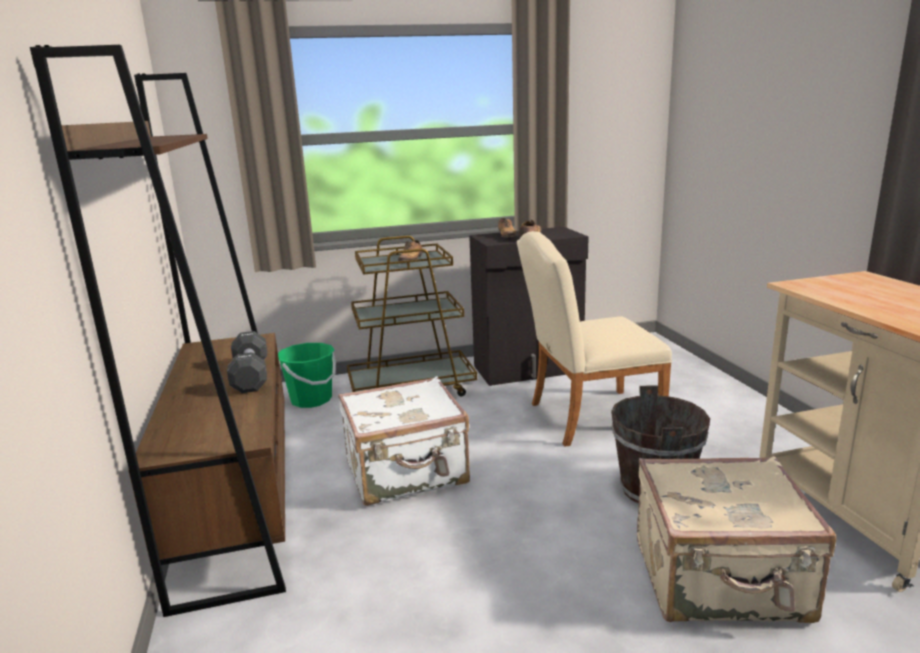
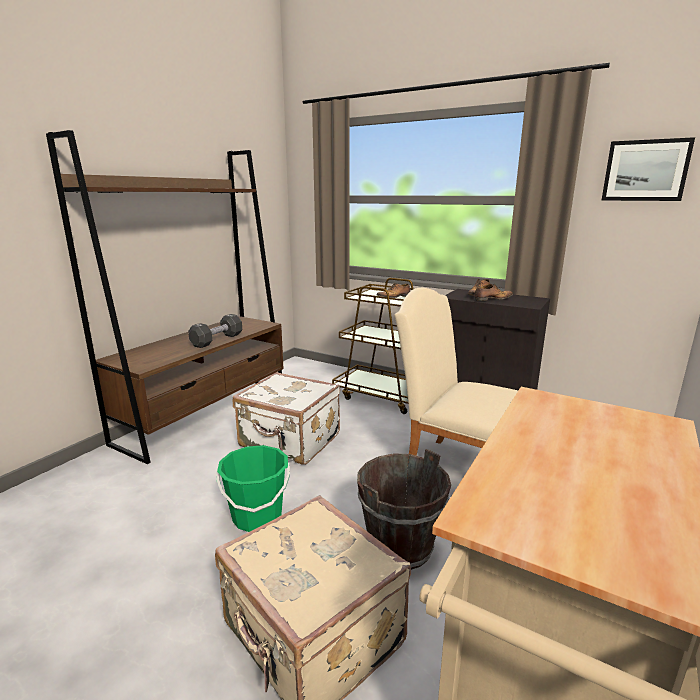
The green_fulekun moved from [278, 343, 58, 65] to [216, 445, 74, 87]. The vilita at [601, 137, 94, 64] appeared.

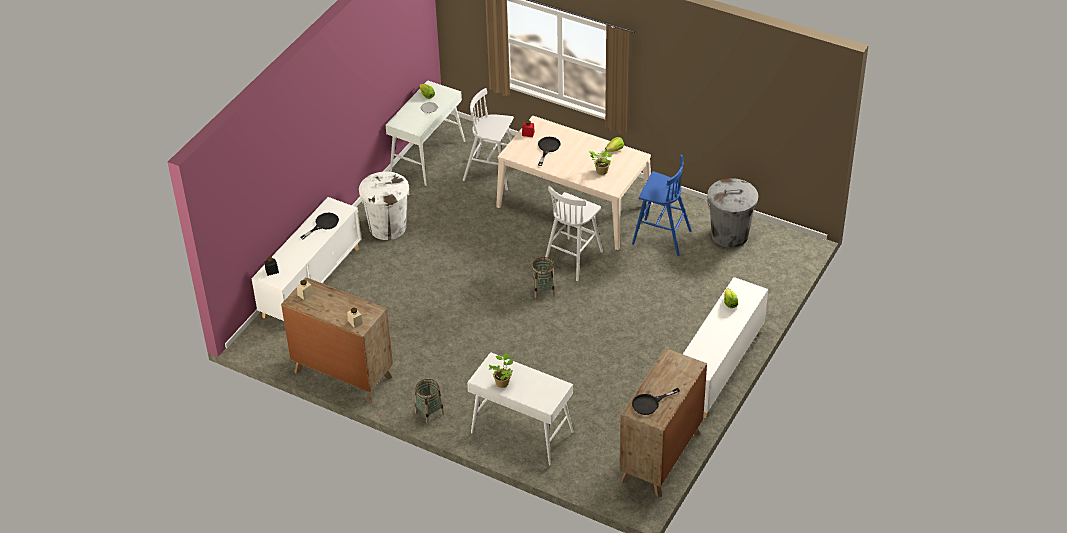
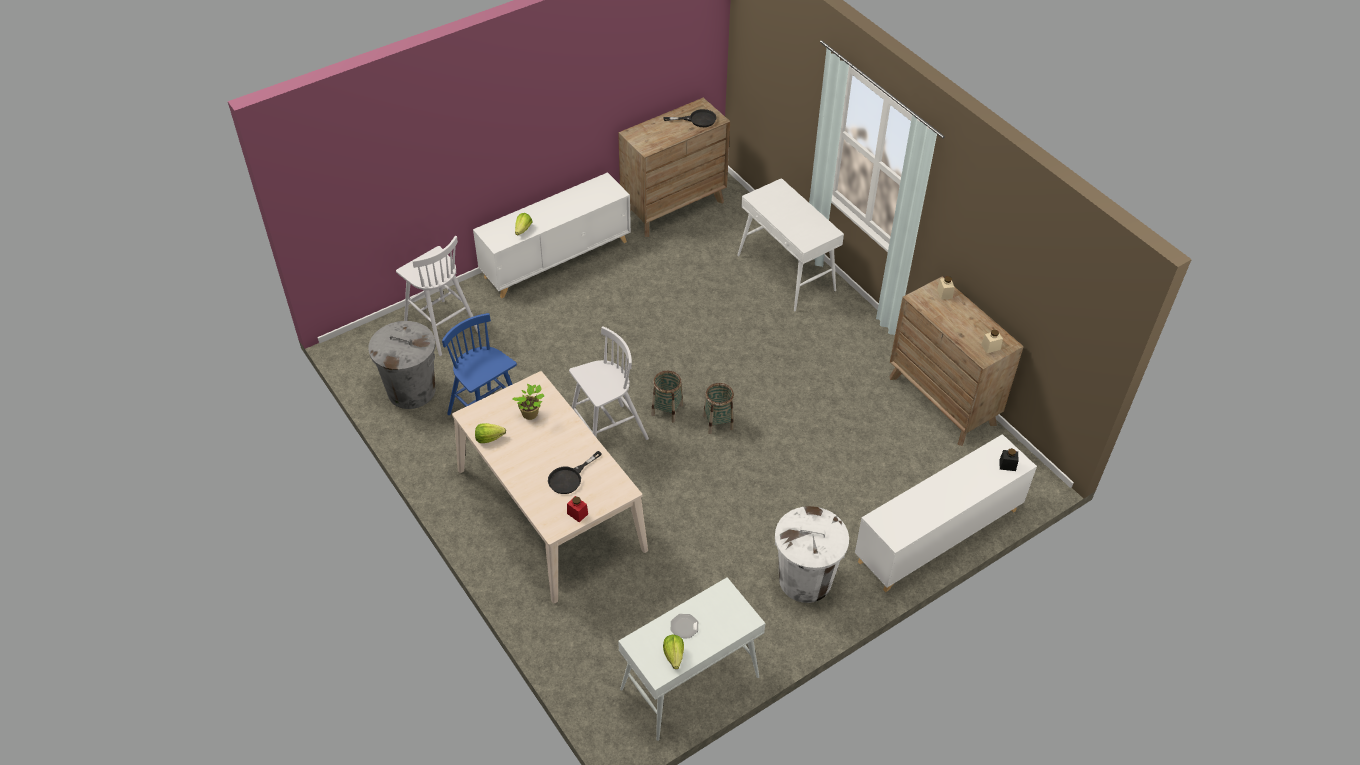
The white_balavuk moved from [463, 88, 51, 103] to [396, 236, 84, 120]. The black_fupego at [300, 213, 39, 26] disappeared. The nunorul at [489, 353, 24, 35] disappeared. The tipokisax moved from [415, 379, 29, 45] to [703, 383, 31, 51].

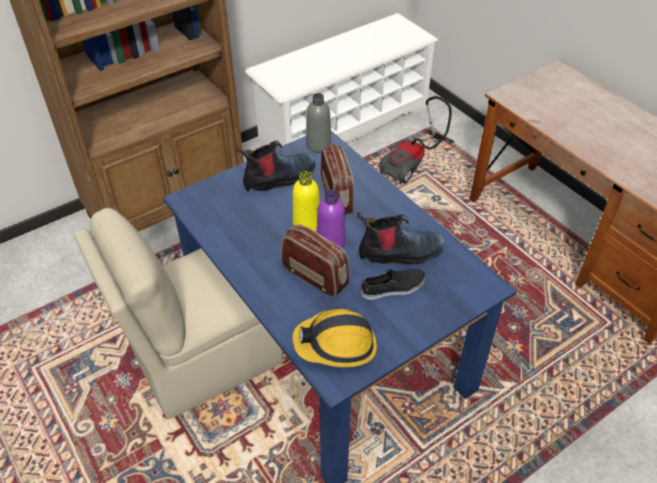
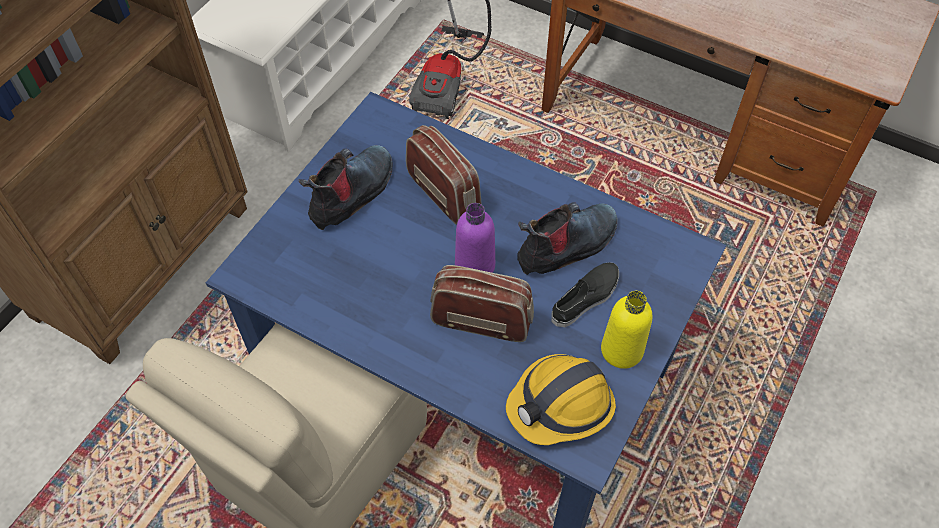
The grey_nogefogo at [306, 93, 25, 60] disappeared. The yellow_nogefogo moved from [293, 171, 27, 61] to [601, 291, 52, 78].

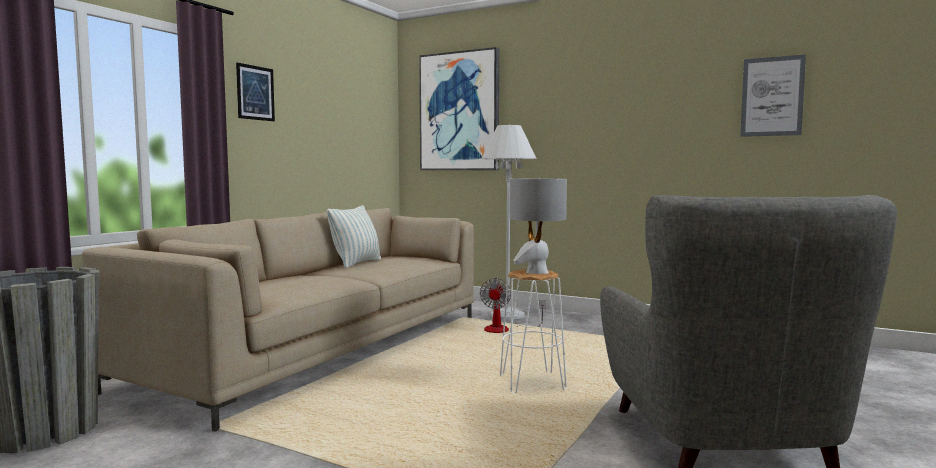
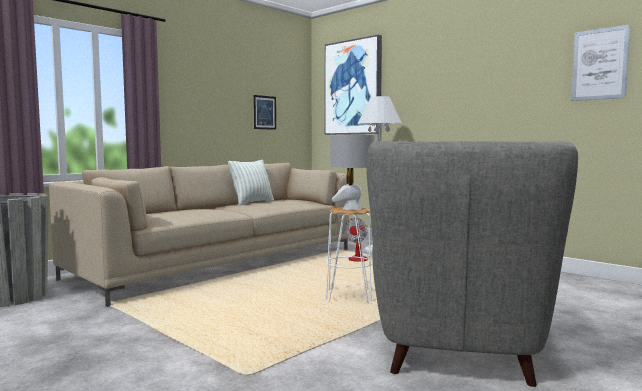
The vilita moved from [236, 63, 39, 58] to [253, 95, 23, 35].

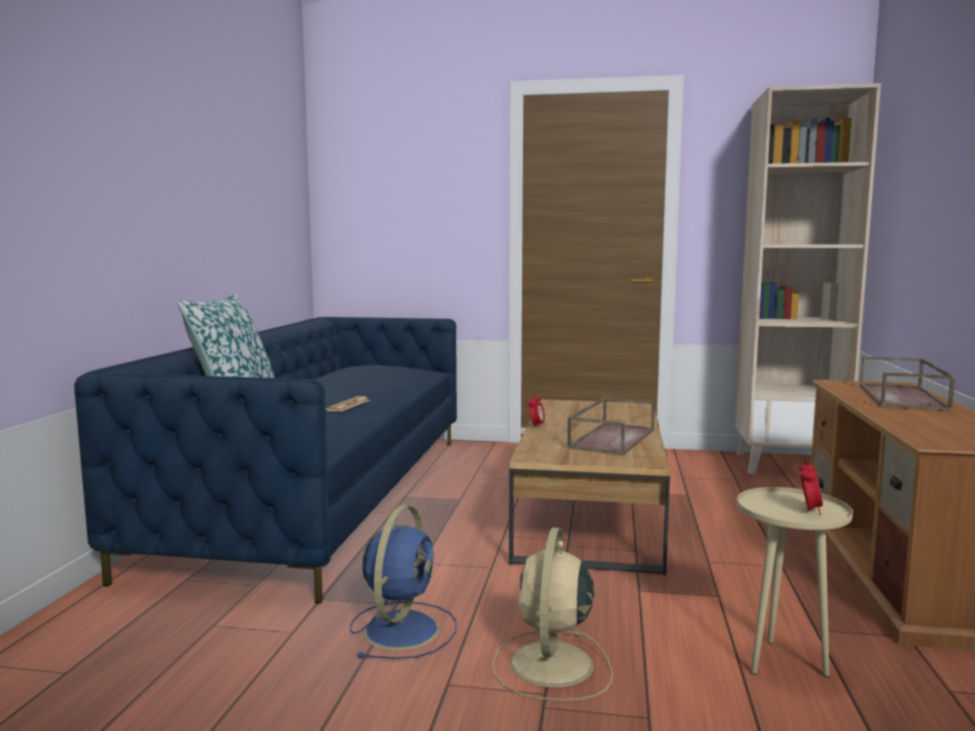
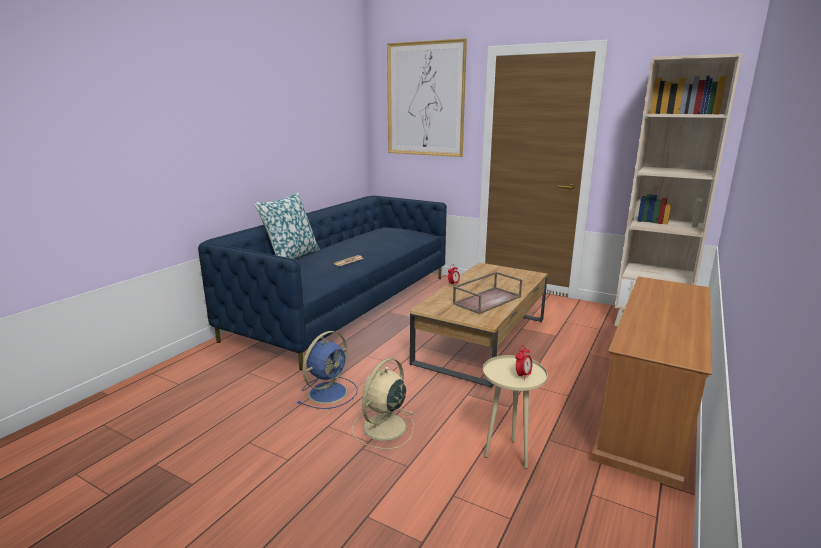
The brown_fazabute at [860, 356, 95, 55] disappeared. The vilita at [387, 38, 80, 119] appeared.

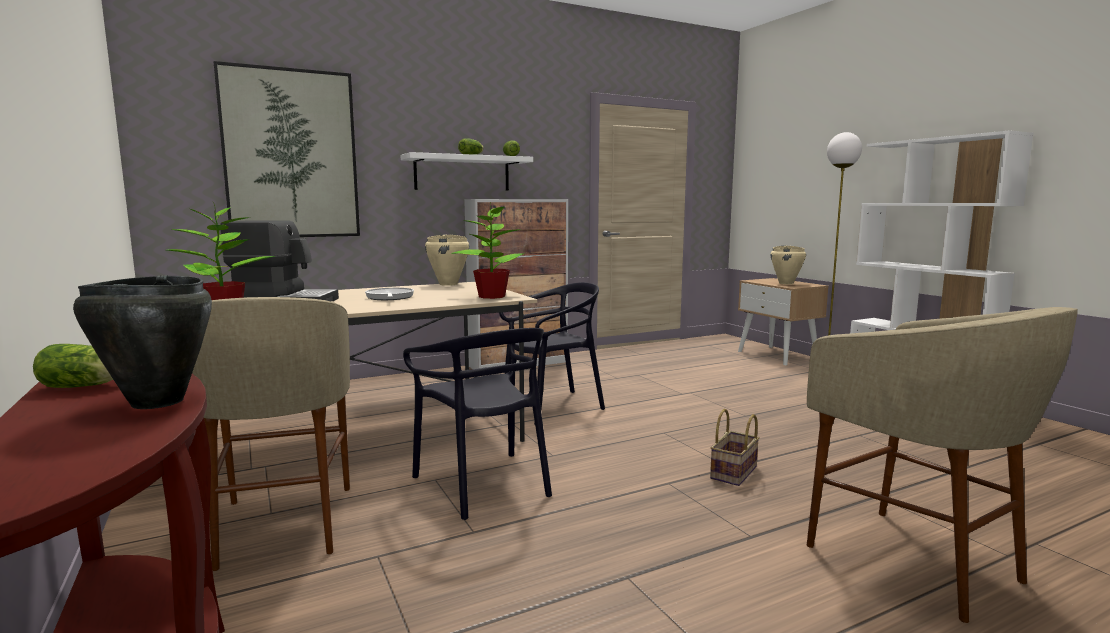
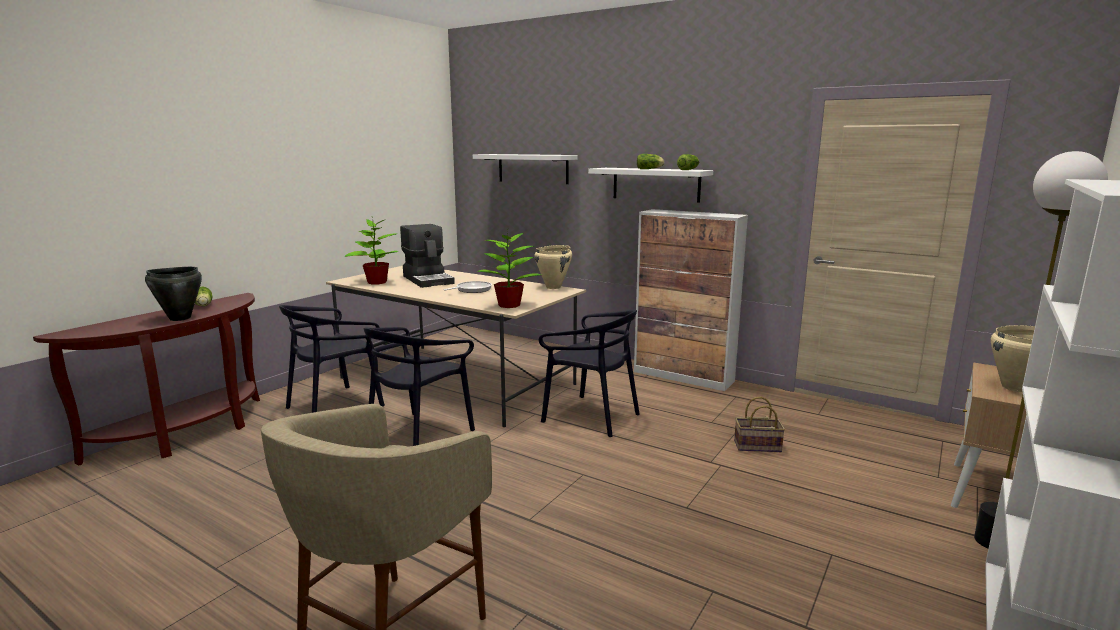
The vilita at [213, 61, 147, 176] was replaced by the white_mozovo at [473, 154, 105, 30]. The beige_balavuk at [192, 297, 158, 274] was replaced by the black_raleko at [279, 305, 106, 108]. The tipokisax moved from [710, 409, 50, 77] to [734, 397, 51, 55].

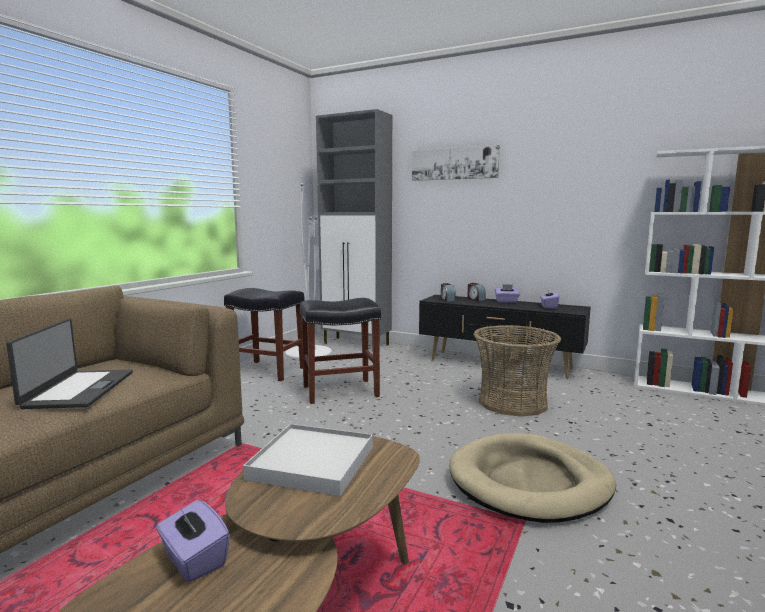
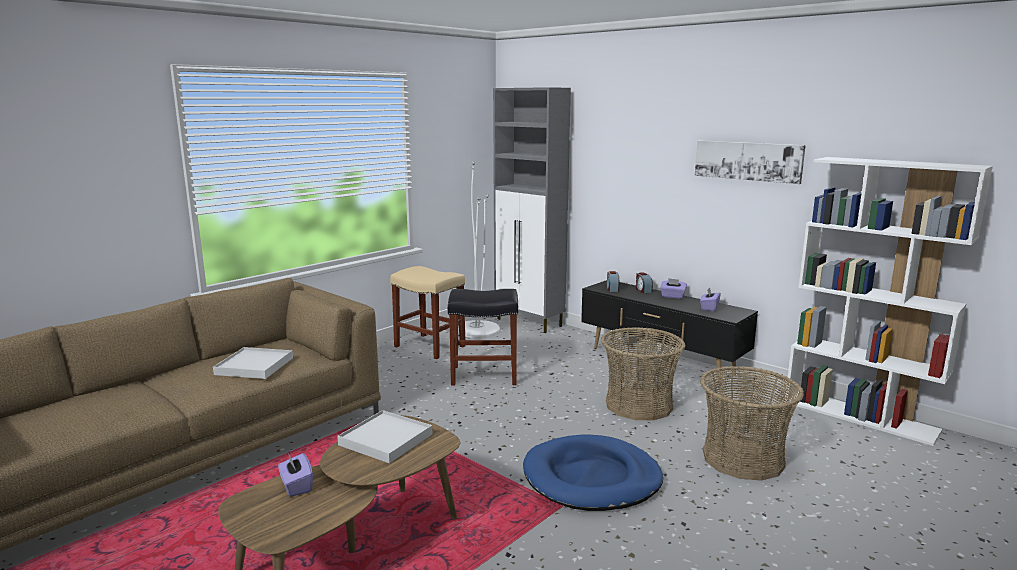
The vilita moved from [412, 145, 88, 36] to [695, 141, 111, 43]. The black_balavuk at [224, 288, 81, 93] became the beige_balavuk at [390, 266, 76, 93]. The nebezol at [6, 318, 127, 91] was replaced by the white_fazabute at [213, 347, 80, 32]. The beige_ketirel at [449, 433, 167, 90] became the blue_ketirel at [523, 434, 140, 77]. The tipokisax at [700, 366, 104, 115] appeared.

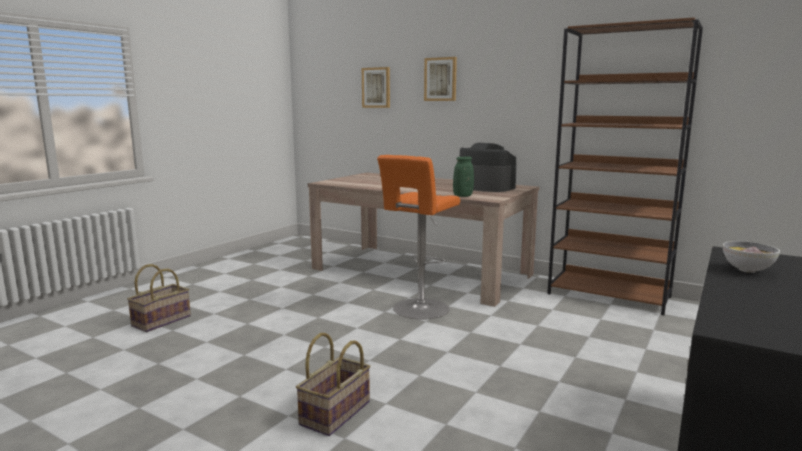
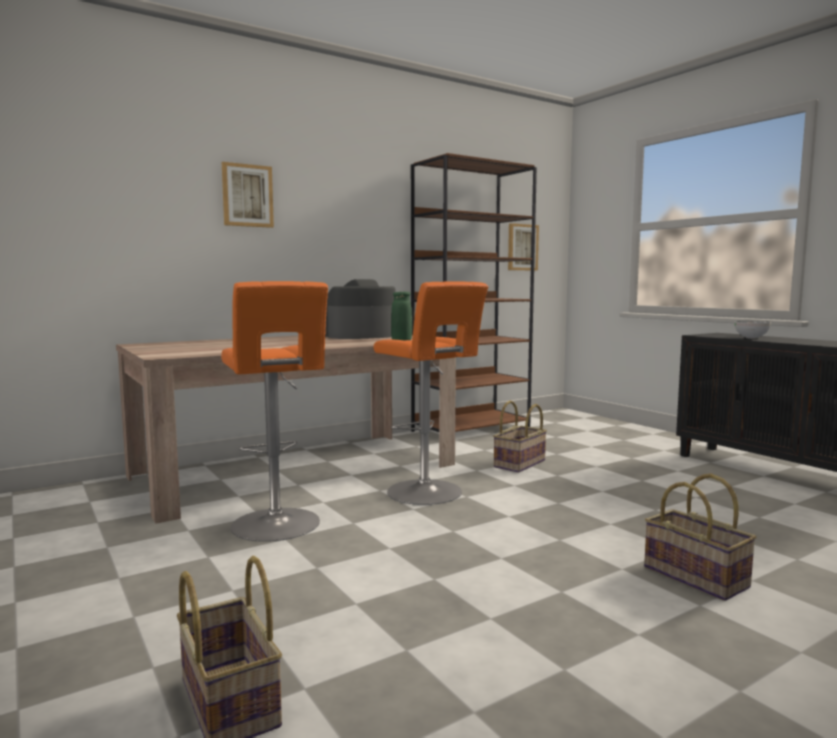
The vilita moved from [362, 67, 28, 41] to [508, 223, 31, 48]. The orange_balavuk at [221, 281, 107, 261] appeared. The tipokisax at [493, 400, 54, 73] appeared.

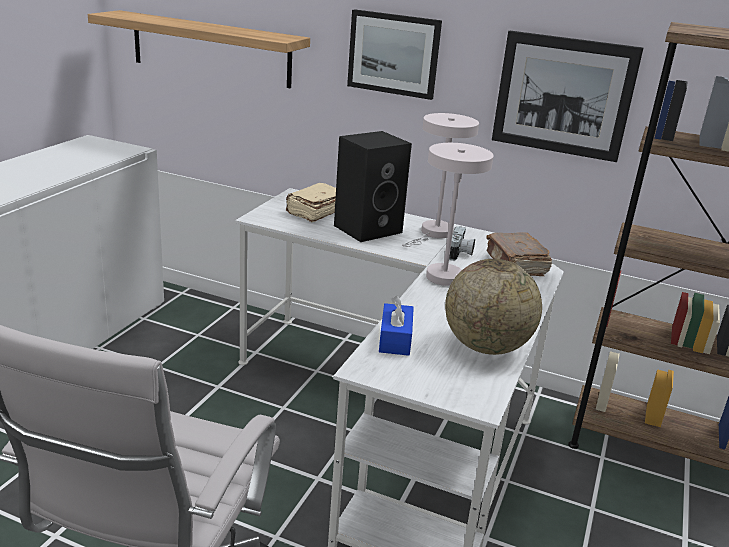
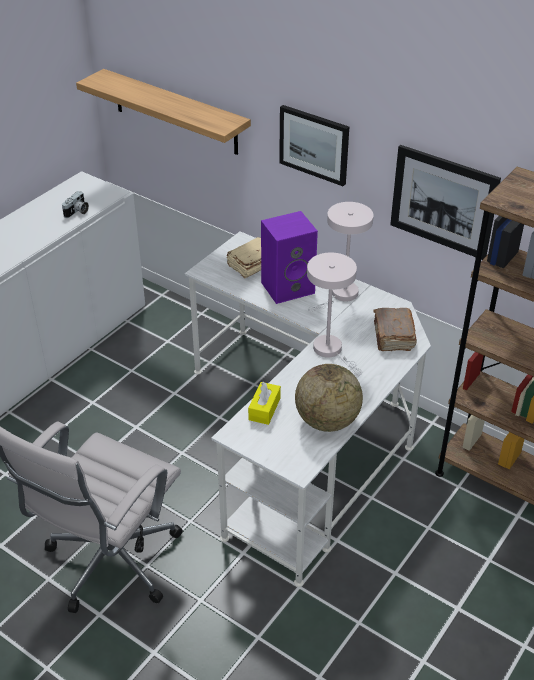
The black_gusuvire at [334, 131, 78, 111] became the purple_gusuvire at [261, 211, 57, 93]. The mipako moved from [449, 226, 26, 35] to [62, 191, 27, 27]. The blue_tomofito at [379, 296, 35, 60] became the yellow_tomofito at [248, 382, 33, 43].

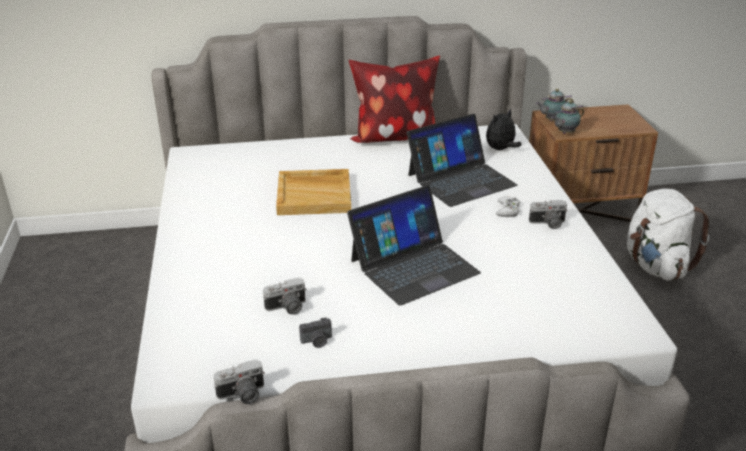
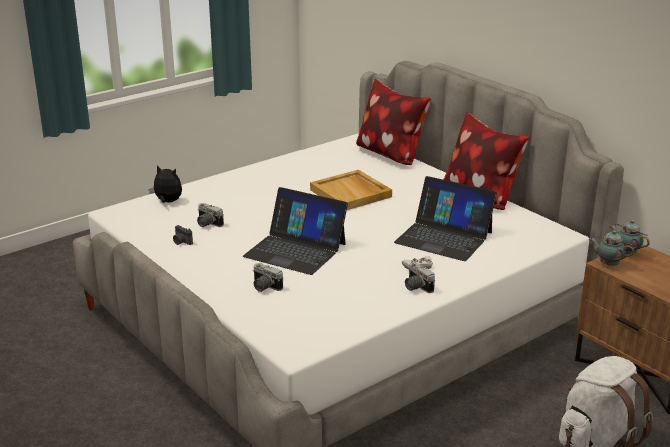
The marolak moved from [486, 109, 36, 41] to [148, 165, 34, 38]. The mipako moved from [213, 359, 52, 45] to [252, 263, 31, 29]. The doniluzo at [356, 79, 75, 86] appeared.

